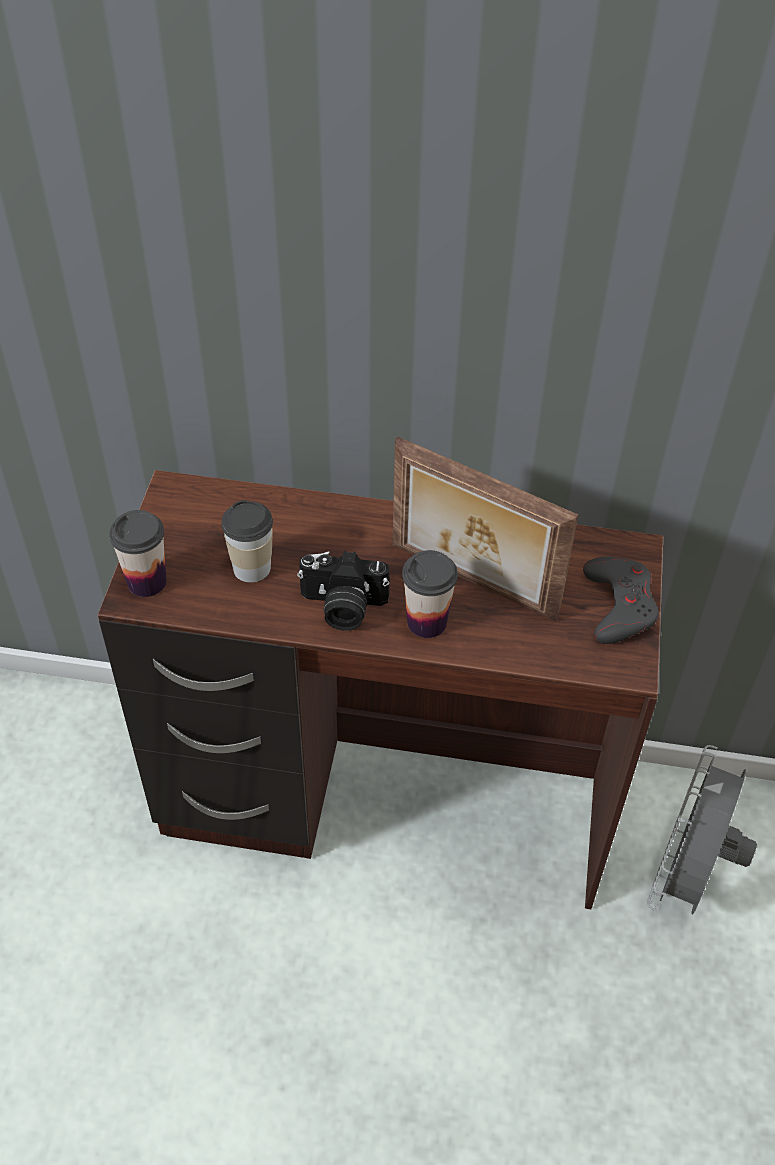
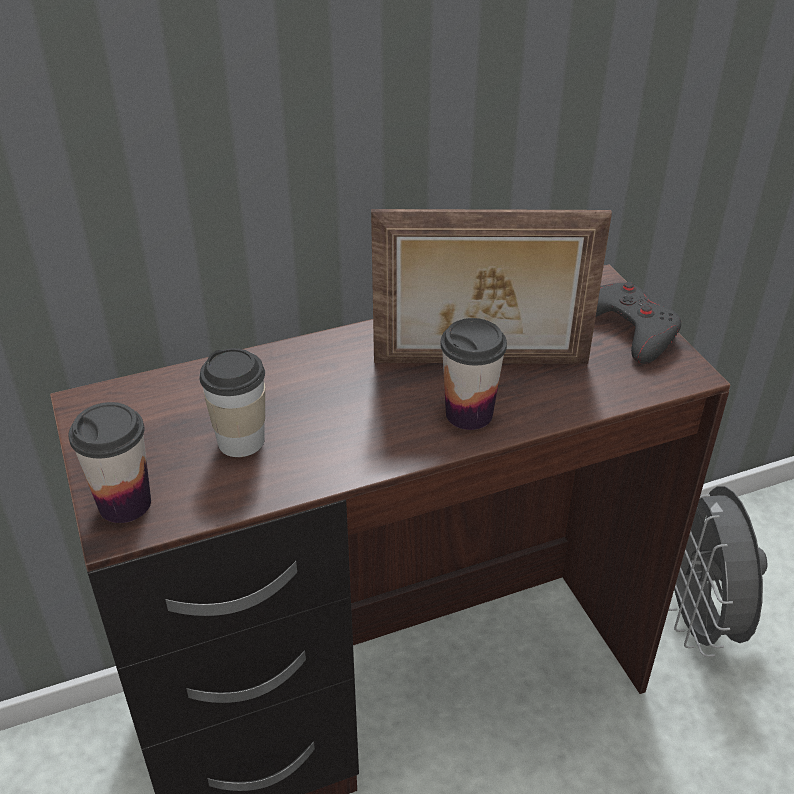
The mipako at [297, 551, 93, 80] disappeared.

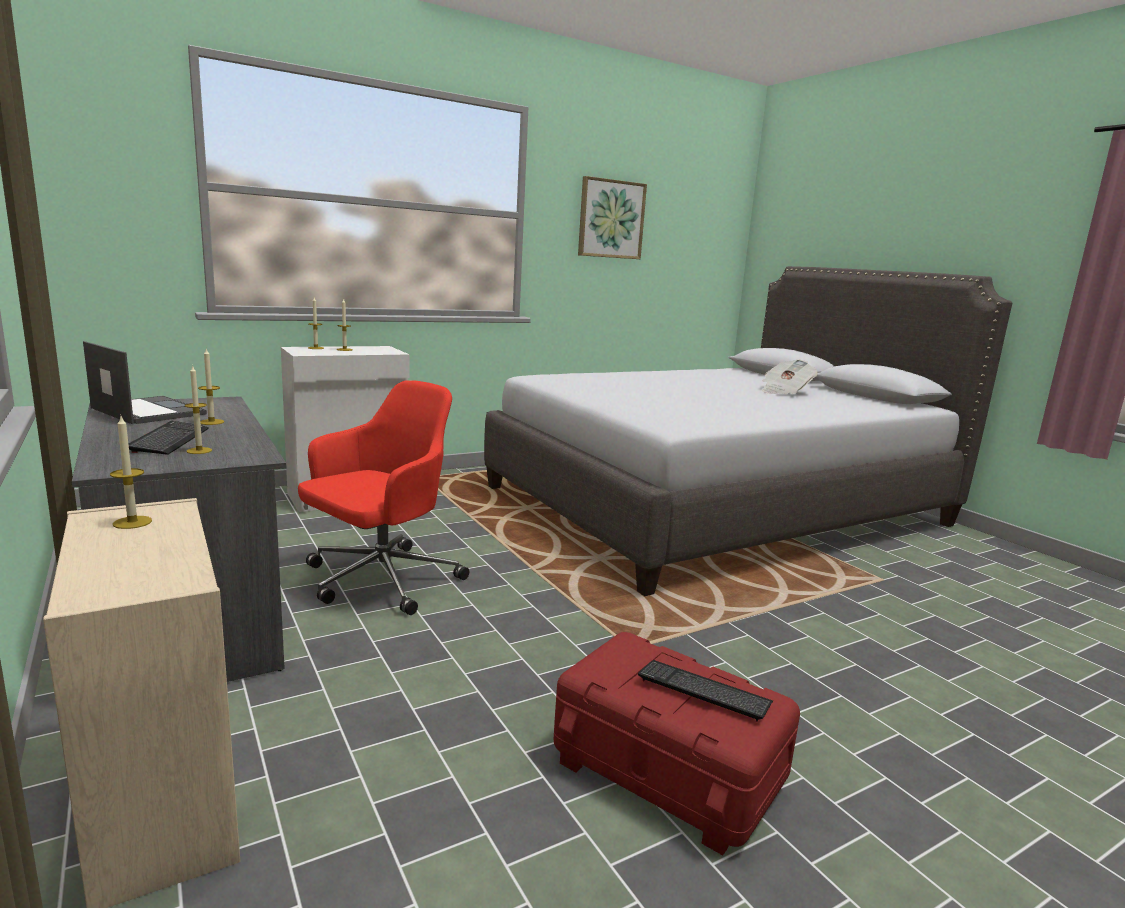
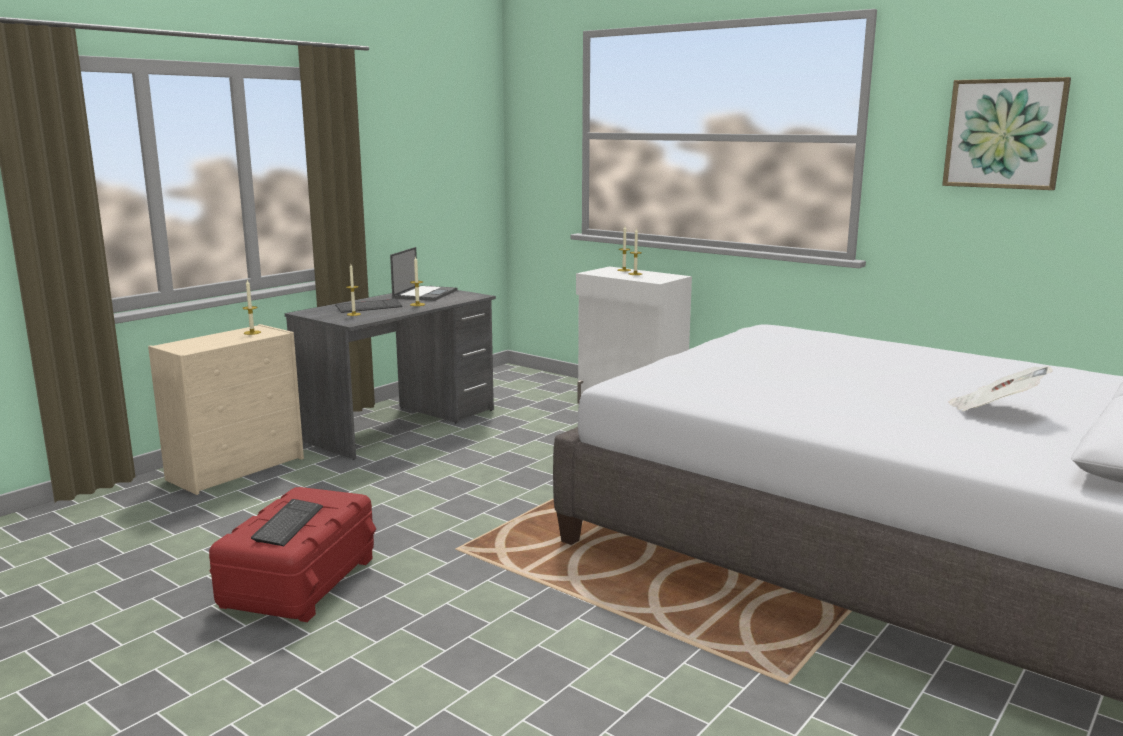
The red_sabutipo at [298, 380, 171, 235] disappeared.

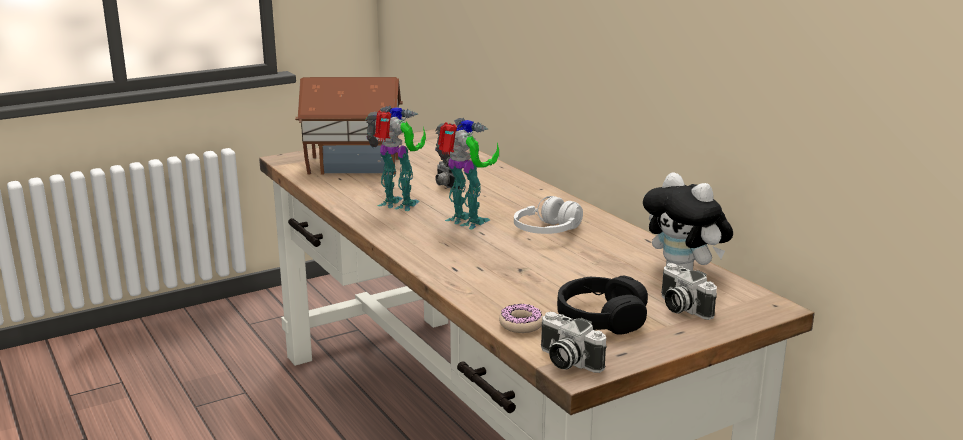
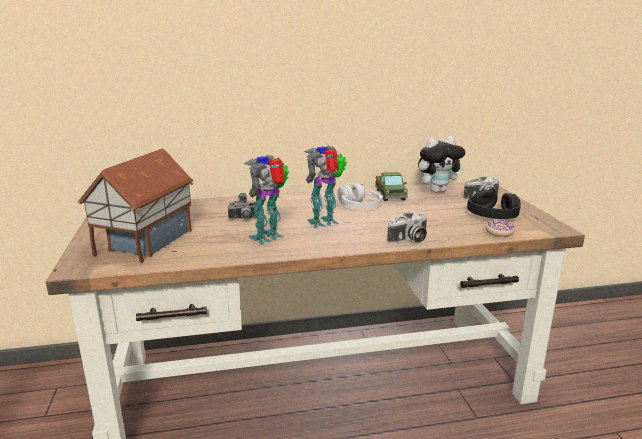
The mipako moved from [541, 312, 65, 61] to [387, 212, 40, 32]. The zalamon at [375, 172, 33, 29] appeared.

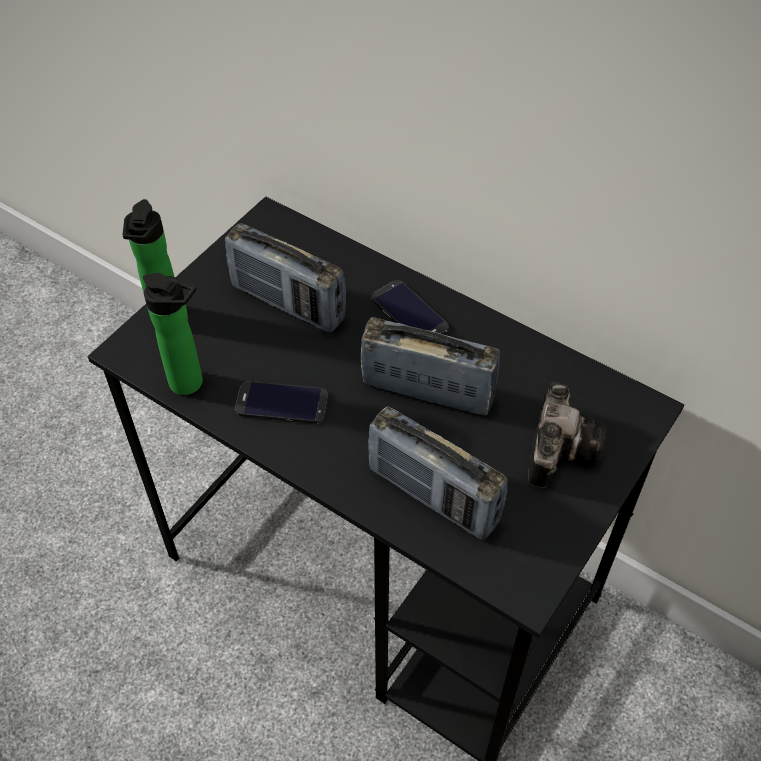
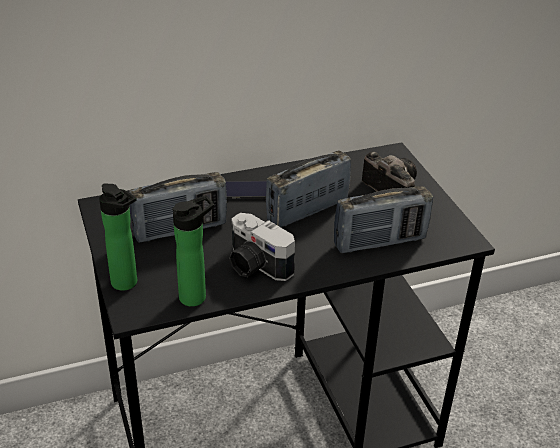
The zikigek at [235, 381, 93, 43] was replaced by the mipako at [229, 213, 66, 68].

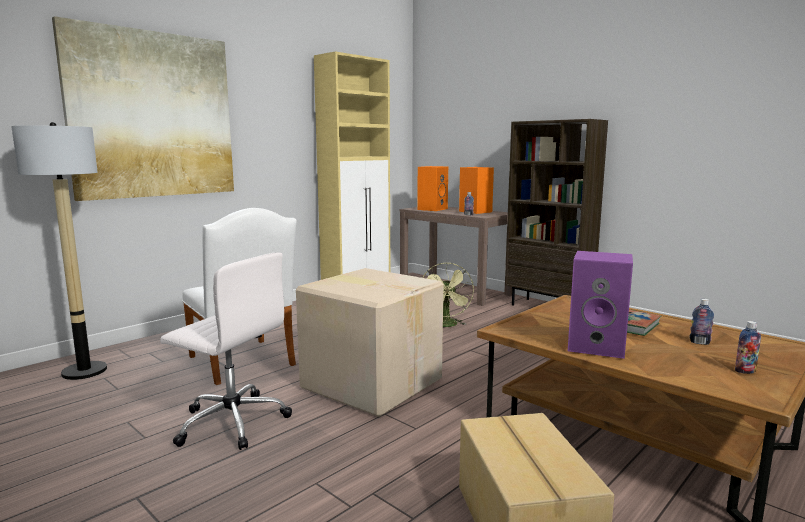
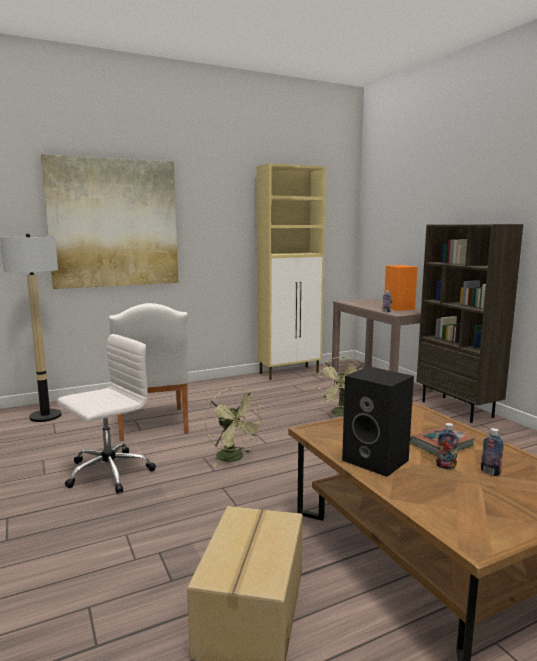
The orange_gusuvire at [417, 166, 31, 45] disappeared. The purple_gusuvire at [568, 251, 65, 108] became the black_gusuvire at [342, 366, 72, 111]. The white_sabutipo at [160, 252, 132, 198] turned 90 degrees counterclockwise. The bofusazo at [296, 268, 147, 149] was replaced by the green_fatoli at [205, 388, 59, 78]. The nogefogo moved from [735, 321, 26, 53] to [436, 423, 22, 46].

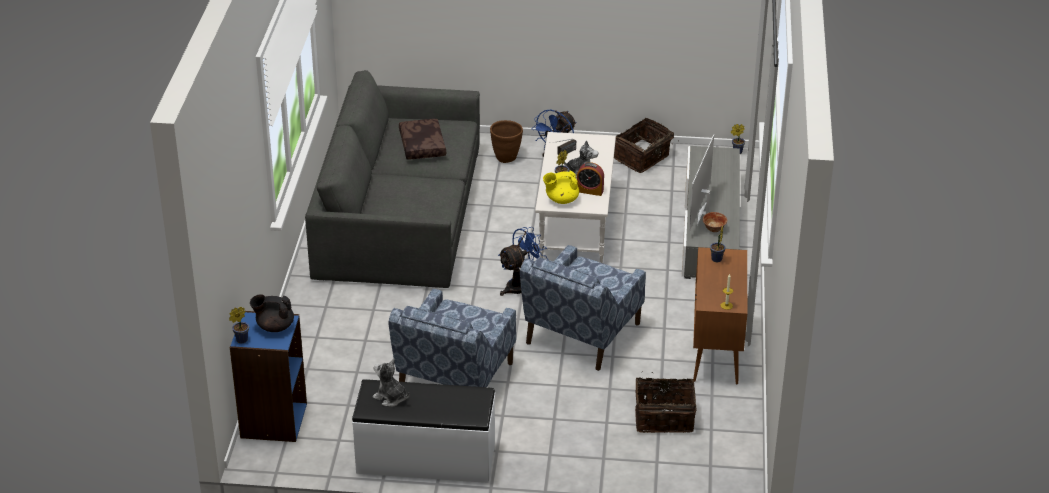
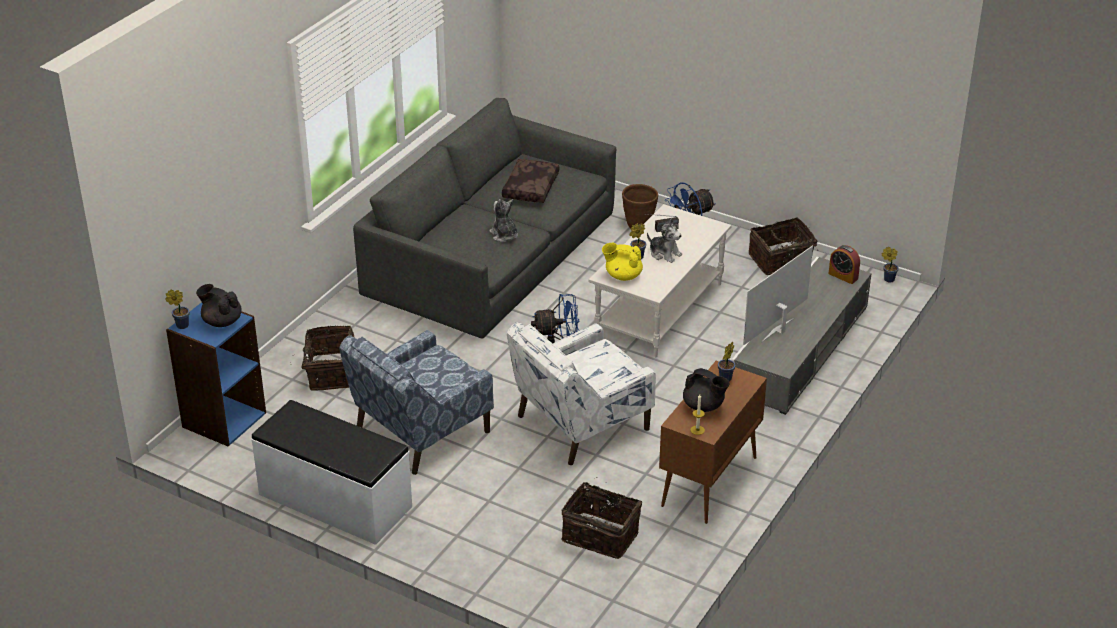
The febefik moved from [577, 162, 27, 34] to [829, 245, 31, 39]. The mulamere at [703, 212, 24, 20] disappeared. The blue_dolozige at [520, 245, 126, 126] became the white_dolozige at [507, 322, 149, 143]. The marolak moved from [373, 359, 37, 48] to [489, 199, 29, 43]. The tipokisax at [302, 326, 53, 65] appeared. The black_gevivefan at [683, 368, 47, 44] appeared.

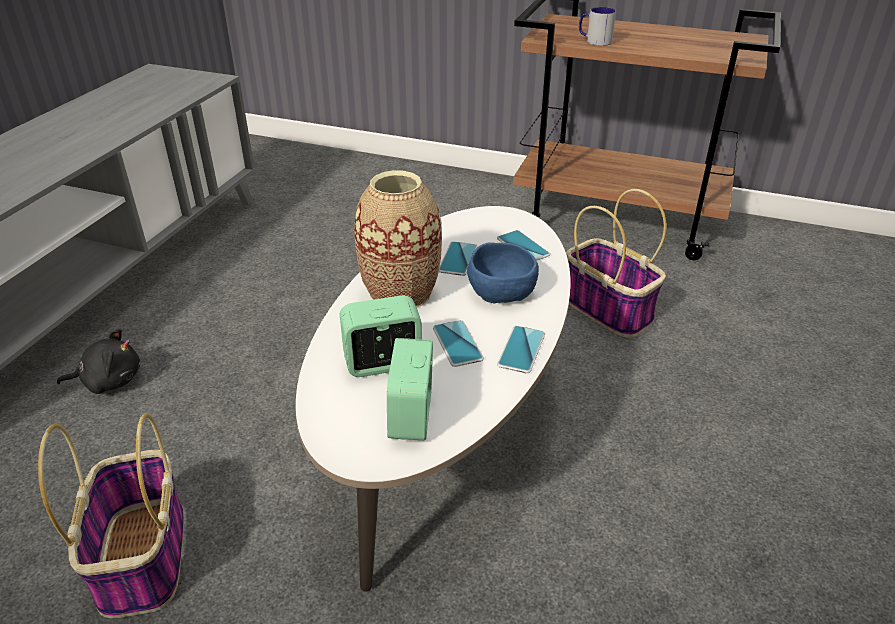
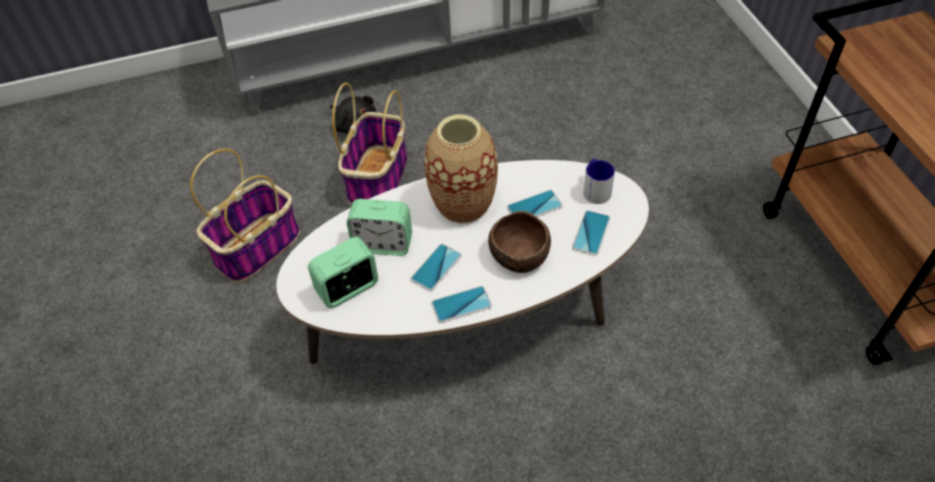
The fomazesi moved from [579, 7, 37, 39] to [583, 159, 32, 45]. The tipokisax moved from [567, 189, 100, 149] to [332, 82, 75, 123]. The blue_mulamere at [467, 242, 72, 61] became the brown_mulamere at [488, 211, 63, 62]. The febefik at [340, 295, 82, 82] turned 150 degrees clockwise.

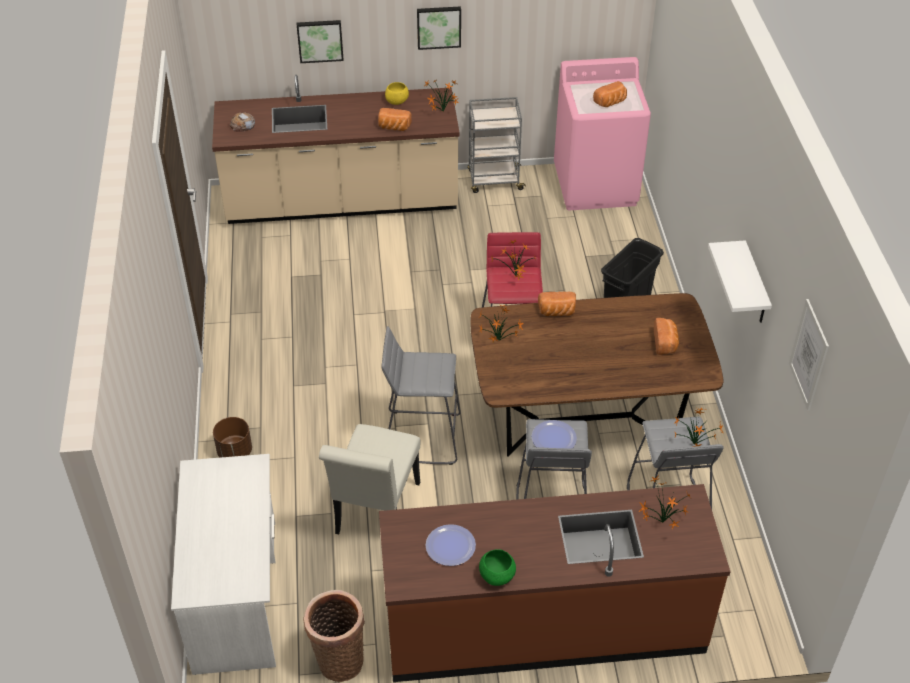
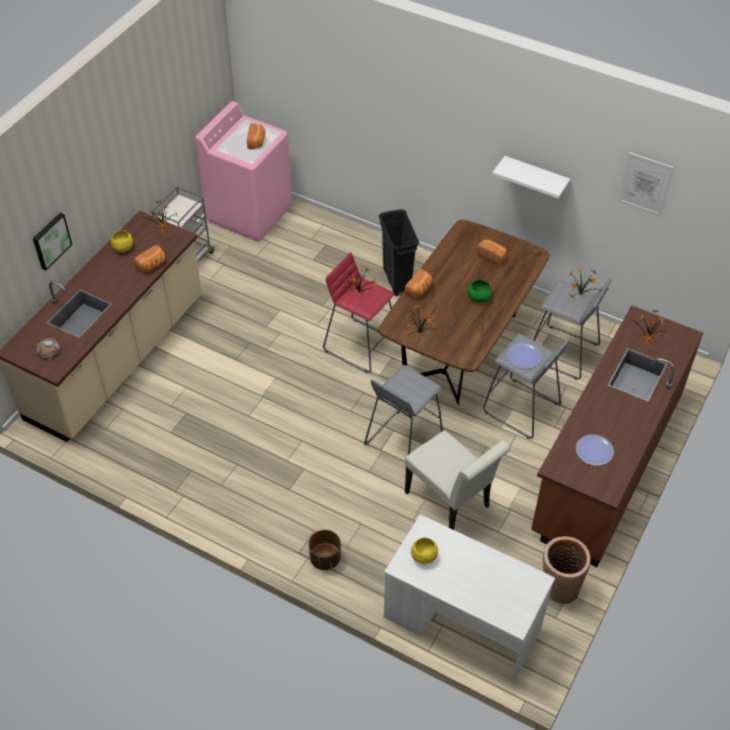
The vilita at [417, 6, 44, 44] disappeared. The green_mulamere moved from [479, 549, 37, 37] to [467, 280, 25, 23]. The yellow_mulamere at [411, 538, 27, 26] appeared.

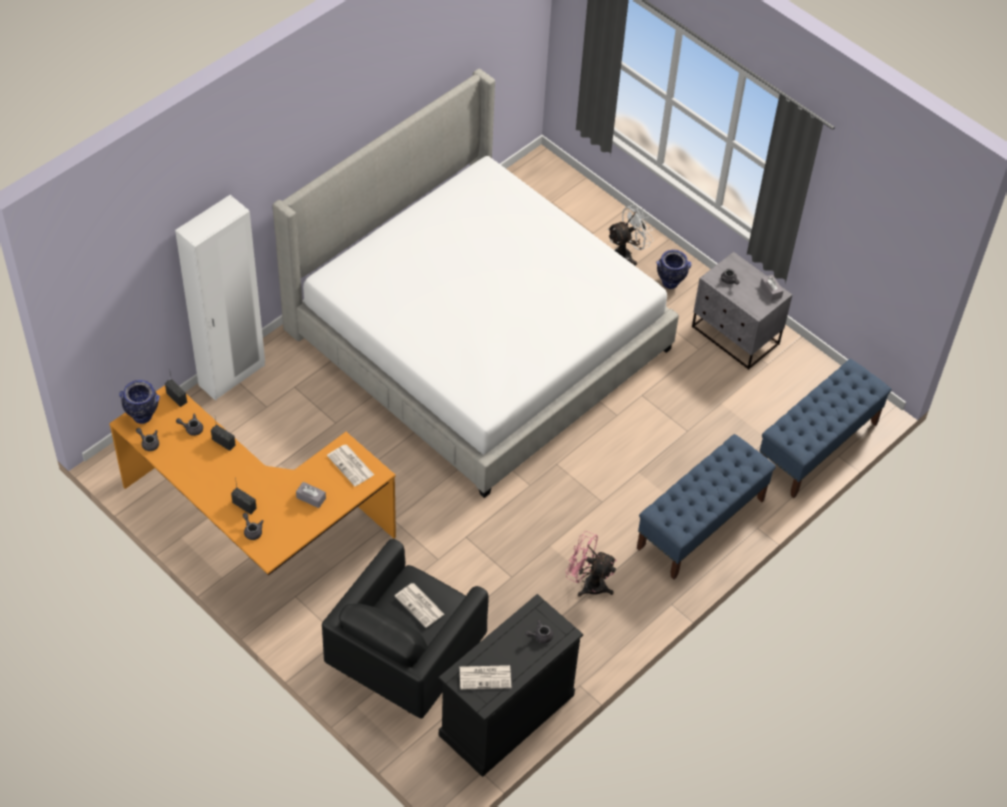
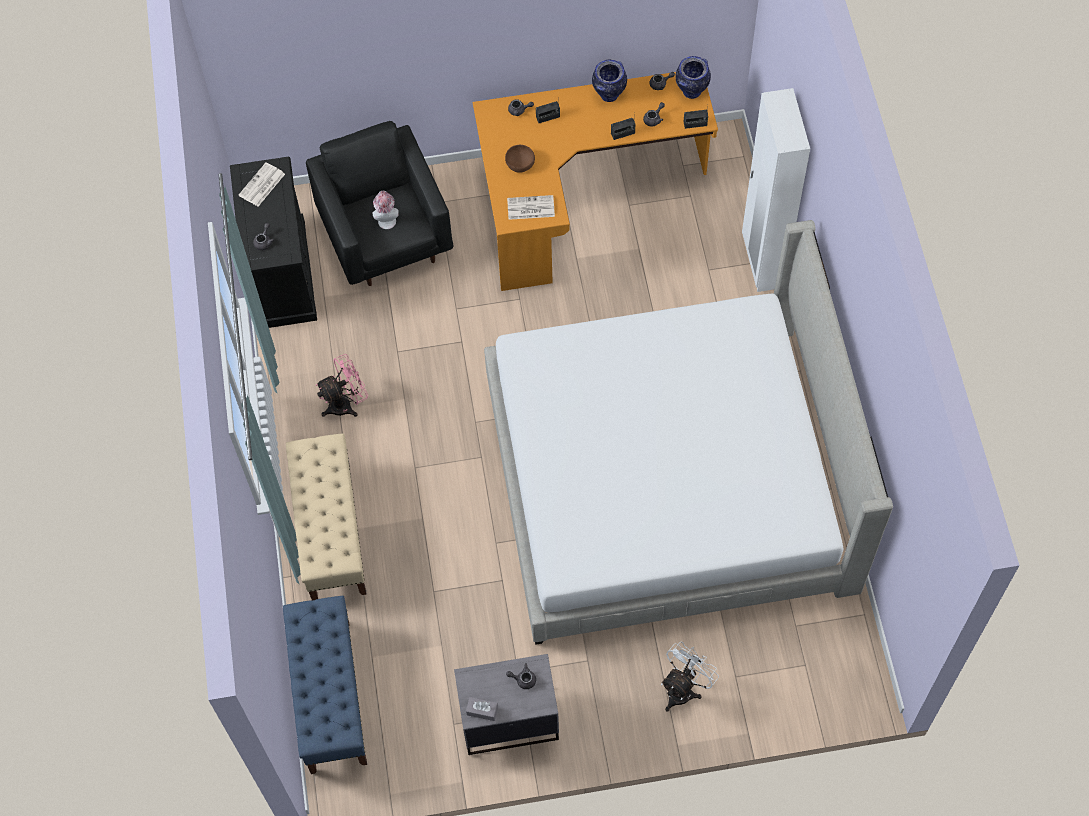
The white_fatoli at [607, 204, 47, 61] turned 150 degrees counterclockwise. The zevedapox moved from [656, 250, 36, 39] to [592, 60, 35, 42]. The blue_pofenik at [637, 434, 139, 145] became the beige_pofenik at [286, 433, 81, 168]. The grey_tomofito at [296, 482, 30, 26] was replaced by the brown_mulamere at [505, 145, 30, 28]. The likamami at [395, 583, 49, 45] was replaced by the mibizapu at [373, 191, 26, 38].

